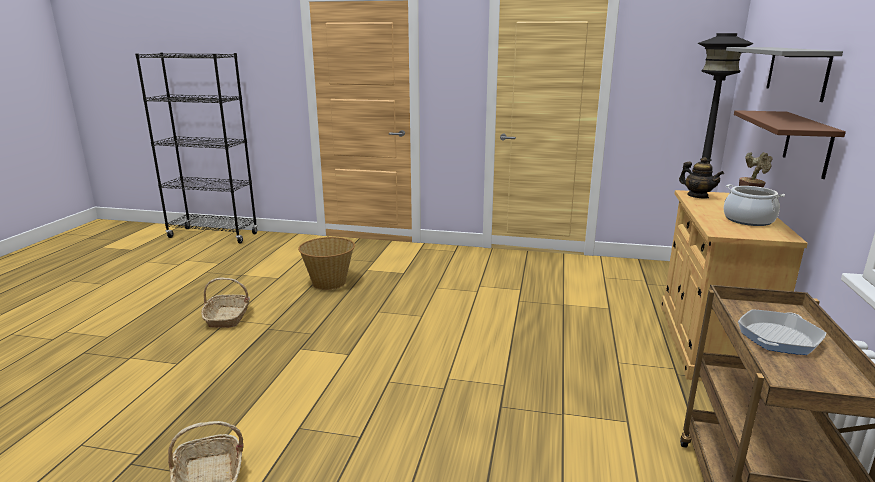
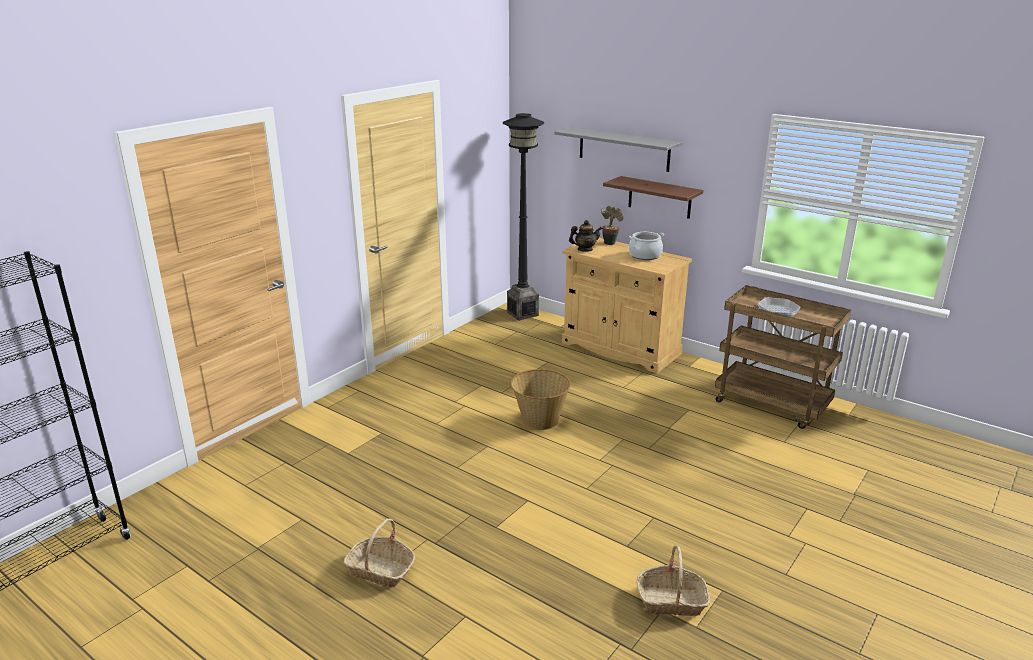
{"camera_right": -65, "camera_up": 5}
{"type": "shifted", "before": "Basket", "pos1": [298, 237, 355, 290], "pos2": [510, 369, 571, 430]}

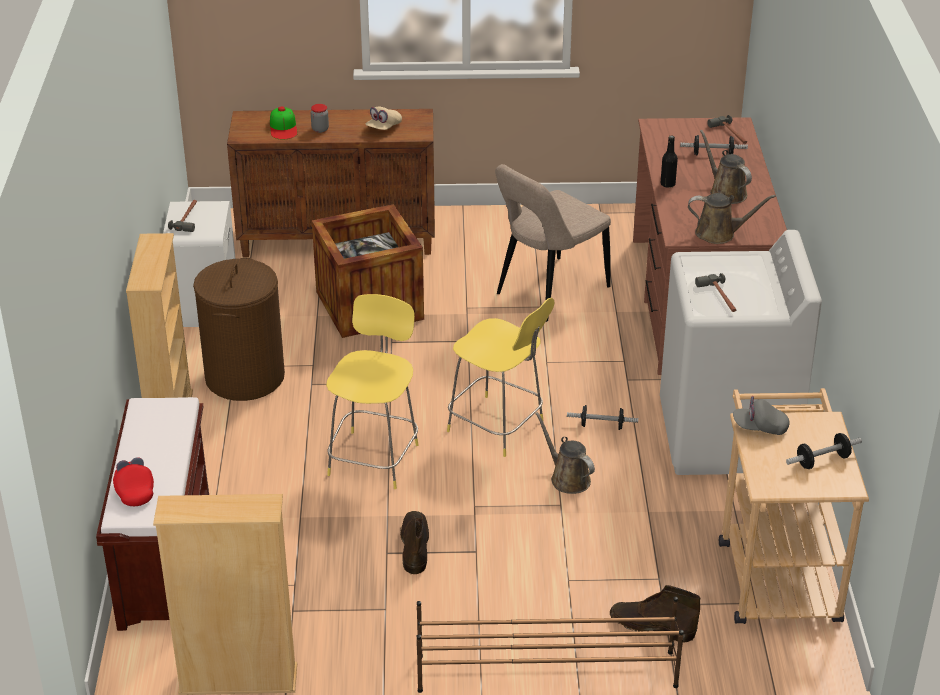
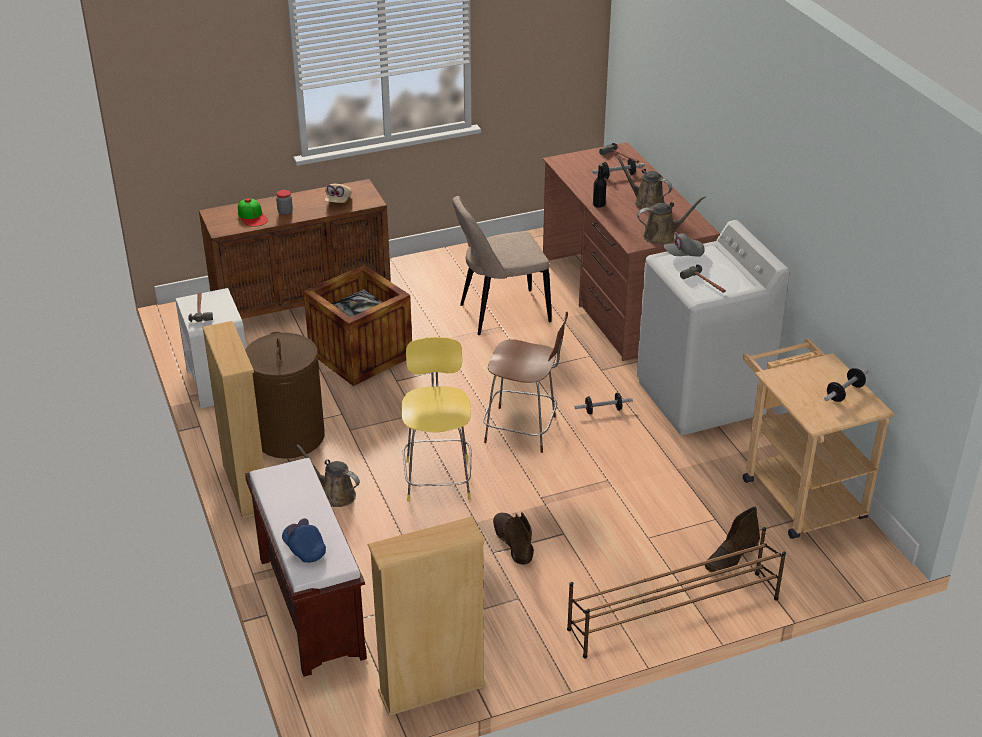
{"camera_right": -20, "camera_up": 0}
{"type": "repainted", "before": "RedCap", "after": "BlueCap", "pos1": [113, 457, 154, 506], "pos2": [282, 518, 326, 563]}
{"type": "shifted", "before": "BrownWateringCan", "pos1": [535, 412, 595, 494], "pos2": [296, 444, 360, 507]}
{"type": "rotated", "before": "BeigeChair", "pos1": [495, 164, 611, 322], "pos2": [453, 196, 552, 335], "turn": 45}
{"type": "repainted", "before": "YellowStool", "after": "BrownStool", "pos1": [447, 298, 555, 457], "pos2": [483, 312, 568, 453]}
{"type": "shifted", "before": "GreyCap", "pos1": [733, 396, 790, 435], "pos2": [664, 232, 705, 257]}
{"type": "rotated", "before": "BrownBoot", "pos1": [610, 585, 700, 642], "pos2": [705, 507, 760, 572], "turn": -45}

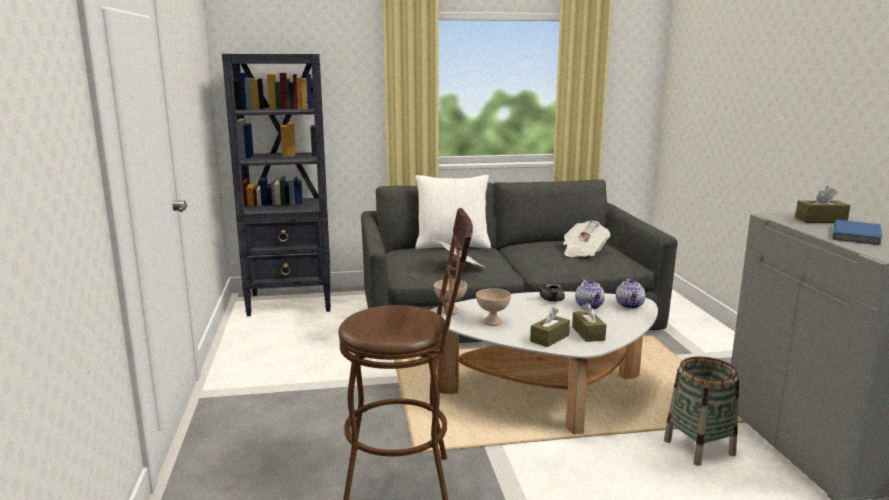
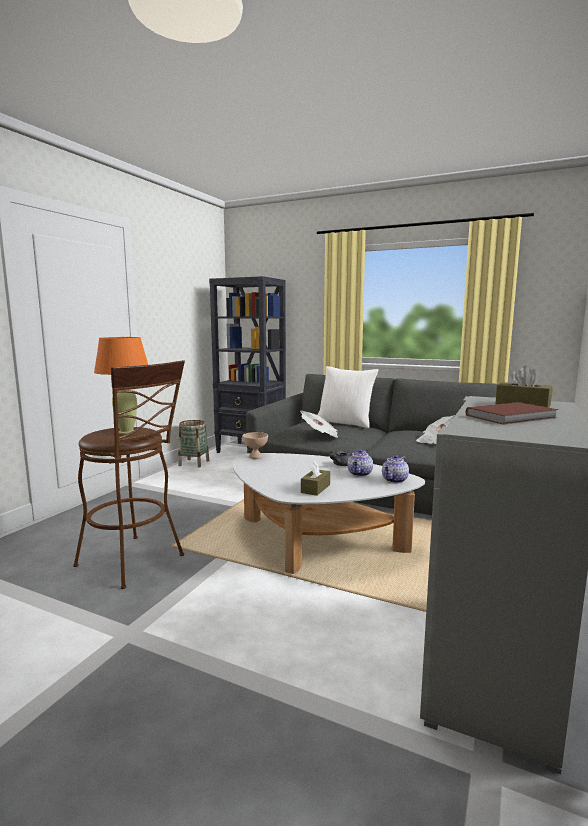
{"camera_right": 35, "camera_up": -5}
{"type": "new", "after": "OrangeTableLamp", "pos2": [94, 337, 148, 434]}
{"type": "shifted", "before": "Basket", "pos1": [664, 357, 739, 466], "pos2": [178, 420, 209, 468]}
{"type": "repainted", "before": "BlueBook", "after": "BrownBook", "pos1": [833, 220, 882, 245], "pos2": [466, 402, 558, 425]}
{"type": "gone", "before": "BeigeBowl", "pos1": [476, 288, 511, 326]}
{"type": "gone", "before": "BrownTissueBox", "pos1": [530, 308, 570, 347]}

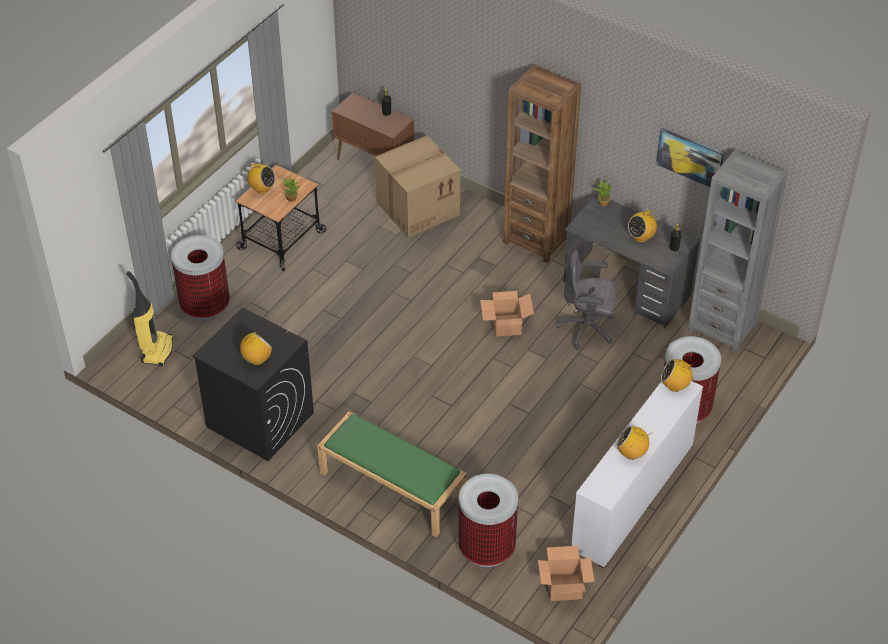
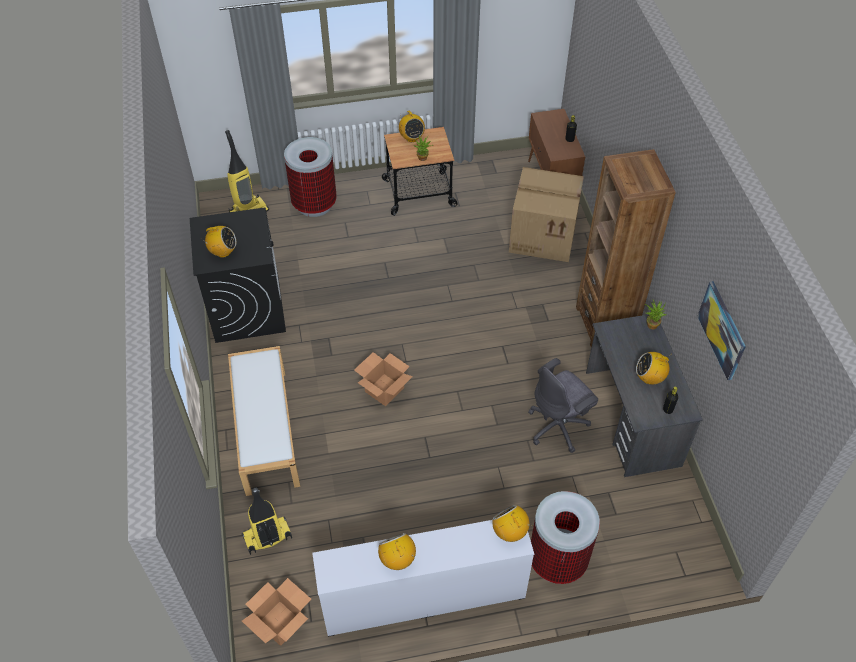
{"camera_right": 45, "camera_up": 5}
{"type": "repainted", "before": "GreenBench", "after": "WhiteBench", "pos1": [317, 411, 467, 537], "pos2": [228, 346, 300, 496]}
{"type": "swapped", "before": "TrashCan", "after": "VacuumCleaner", "pos1": [458, 474, 518, 567], "pos2": [242, 488, 292, 555]}
{"type": "shifted", "before": "CardboardBox", "pos1": [480, 291, 534, 337], "pos2": [354, 352, 413, 406]}
{"type": "rotated", "before": "GreyOfficeChair", "pos1": [556, 250, 617, 350], "pos2": [528, 358, 598, 453], "turn": -90}
{"type": "gone", "before": "GreyBookcase", "pos1": [688, 150, 788, 353]}

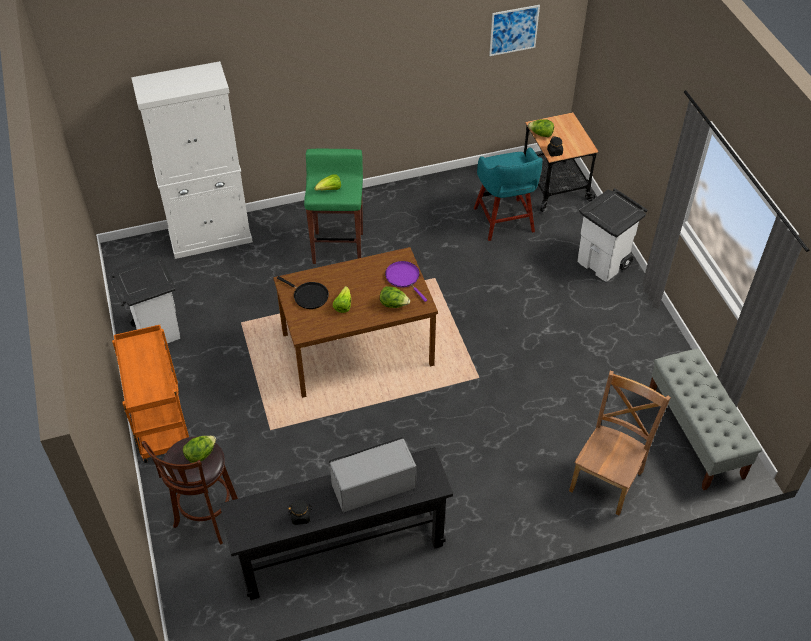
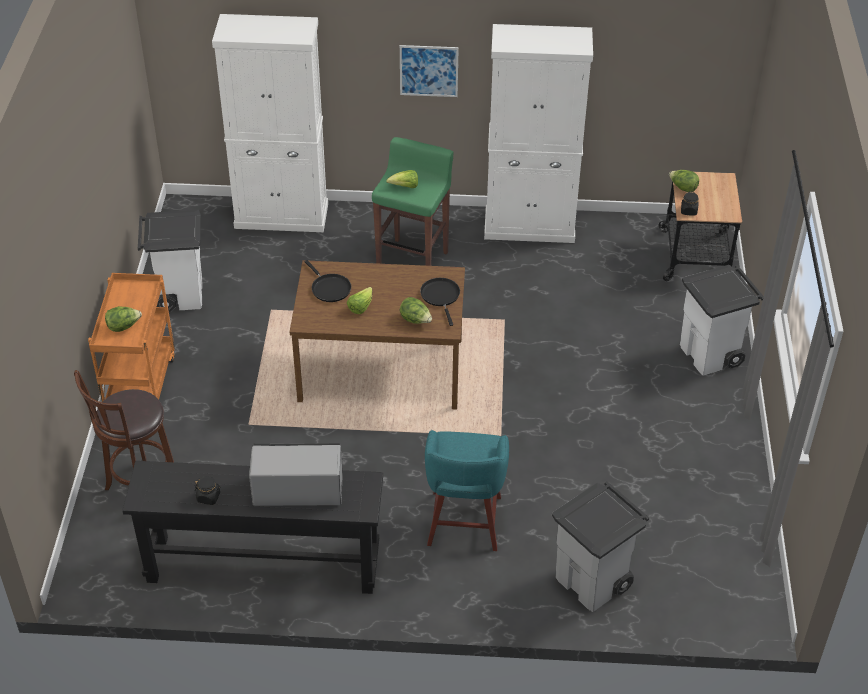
{"camera_right": 20, "camera_up": -5}
{"type": "shifted", "before": "Lettuce", "pos1": [183, 436, 216, 463], "pos2": [105, 306, 142, 332]}
{"type": "shifted", "before": "Picture", "pos1": [489, 5, 540, 56], "pos2": [400, 45, 459, 97]}
{"type": "repainted", "before": "PurpleFryingPan", "after": "BlackFryingPan", "pos1": [385, 261, 427, 302], "pos2": [420, 278, 460, 326]}
{"type": "shifted", "before": "TurquoiseStool", "pos1": [474, 147, 543, 241], "pos2": [425, 430, 509, 551]}
{"type": "new", "after": "WhiteCabinet", "pos2": [484, 24, 593, 243]}
{"type": "swapped", "before": "BrownChair", "after": "GreyTrashCan", "pos1": [569, 371, 671, 515], "pos2": [552, 481, 649, 612]}
{"type": "gone", "before": "GreyBench", "pos1": [649, 349, 762, 491]}

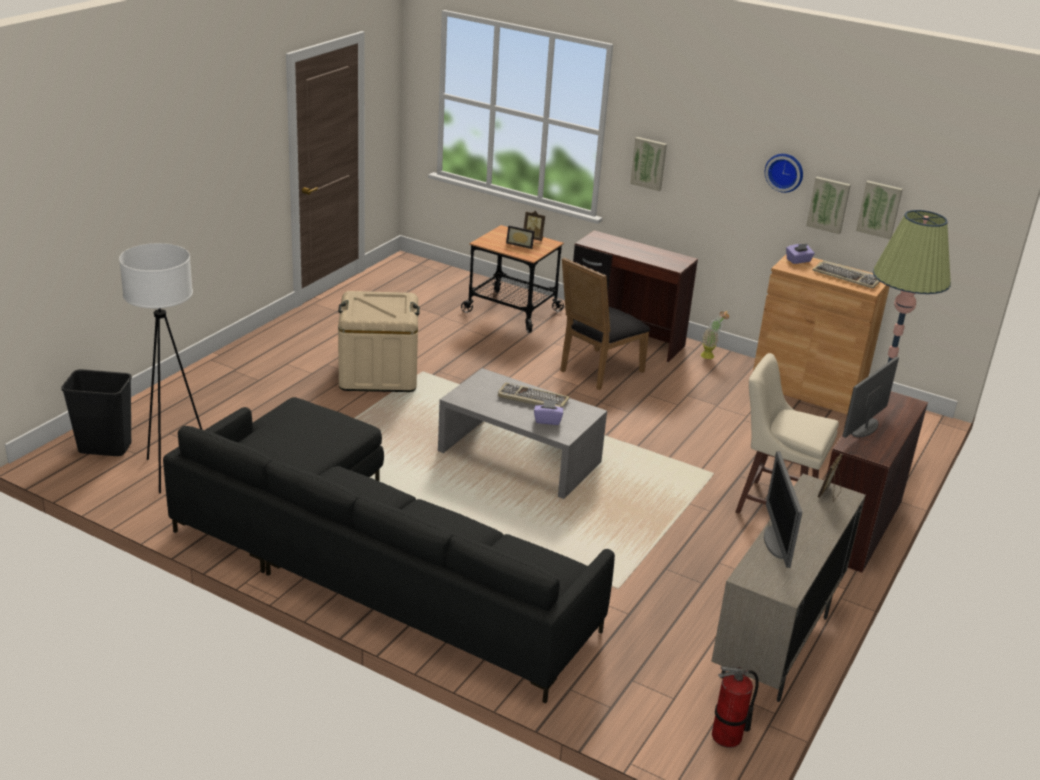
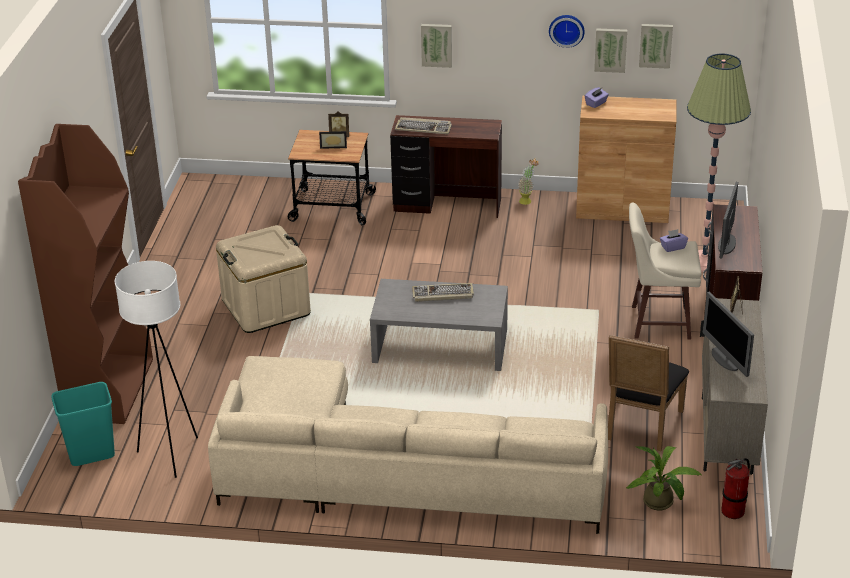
{"camera_right": -20, "camera_up": 5}
{"type": "new", "after": "BrownBookcase", "pos2": [18, 124, 153, 424]}
{"type": "repainted", "before": "BlackTrashCan", "after": "TurquoiseTrashCan", "pos1": [61, 369, 132, 456], "pos2": [51, 382, 115, 466]}
{"type": "repainted", "before": "BlackSofa", "after": "BeigeSofa", "pos1": [163, 397, 615, 704], "pos2": [208, 356, 608, 534]}
{"type": "shifted", "before": "Keyboard", "pos1": [813, 260, 880, 288], "pos2": [395, 117, 452, 134]}
{"type": "shifted", "before": "BlackChair", "pos1": [560, 257, 650, 390], "pos2": [608, 335, 689, 451]}
{"type": "new", "after": "PottedPlant", "pos2": [626, 446, 702, 510]}
{"type": "shifted", "before": "PurpleTissueBox", "pos1": [534, 399, 563, 425], "pos2": [660, 229, 688, 252]}

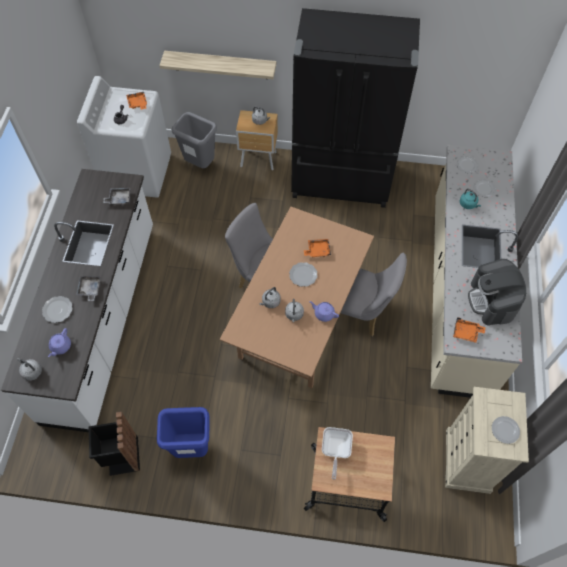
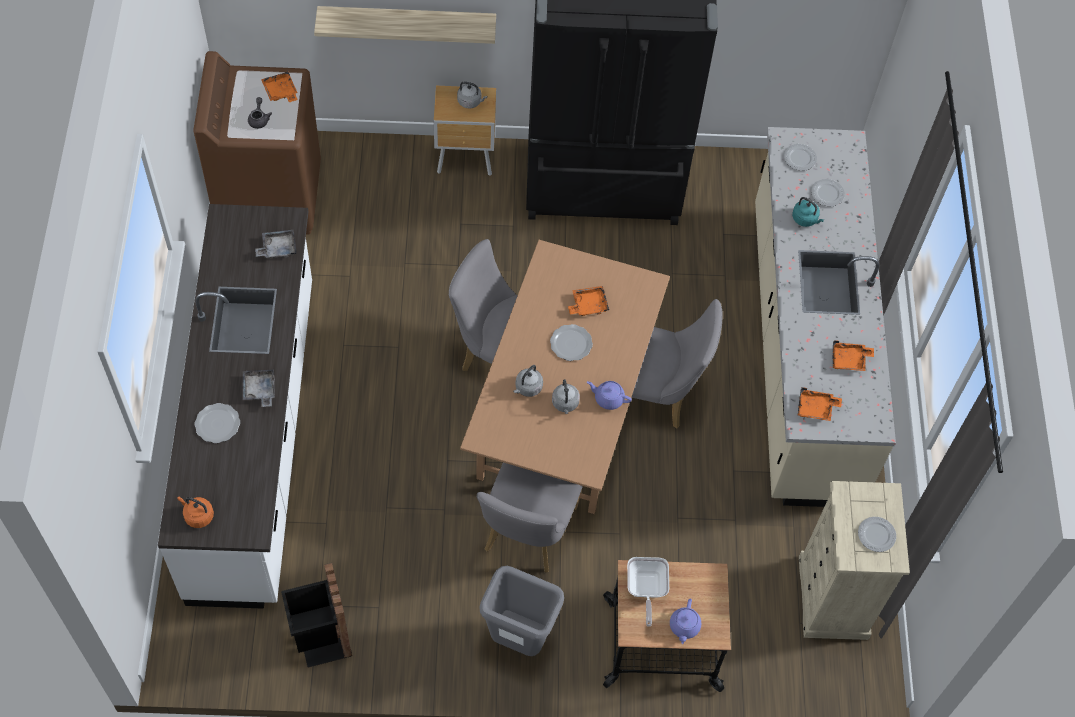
{"camera_right": -10, "camera_up": 0}
{"type": "repainted", "before": "GreyKettle", "after": "OrangeKettle", "pos1": [17, 358, 42, 381], "pos2": [177, 496, 214, 528]}
{"type": "repainted", "before": "WhiteWashingMachine", "after": "BrownWashingMachine", "pos1": [77, 76, 171, 198], "pos2": [193, 51, 321, 235]}
{"type": "new", "after": "GreyChair", "pos2": [477, 462, 583, 572]}
{"type": "shifted", "before": "GreyTrashCan", "pos1": [172, 112, 217, 168], "pos2": [479, 566, 564, 656]}
{"type": "shifted", "before": "PurpleTeapot", "pos1": [48, 328, 71, 357], "pos2": [670, 599, 701, 644]}
{"type": "swapped", "before": "CoffeeMachine", "after": "OrangeTray", "pos1": [468, 259, 526, 326], "pos2": [833, 340, 874, 371]}
{"type": "gone", "before": "BlueTrashCan", "pos1": [157, 407, 210, 458]}

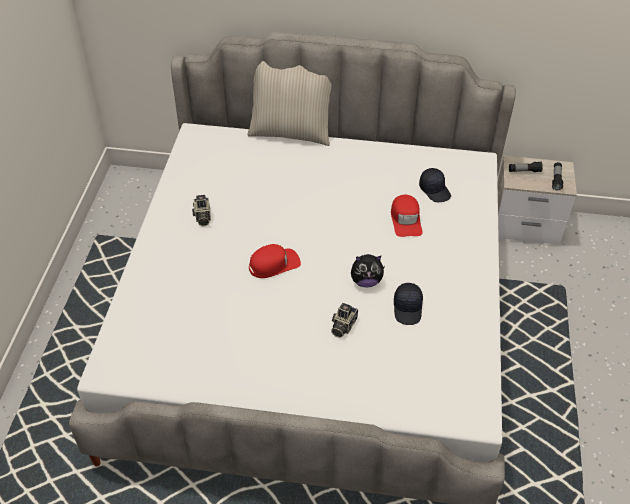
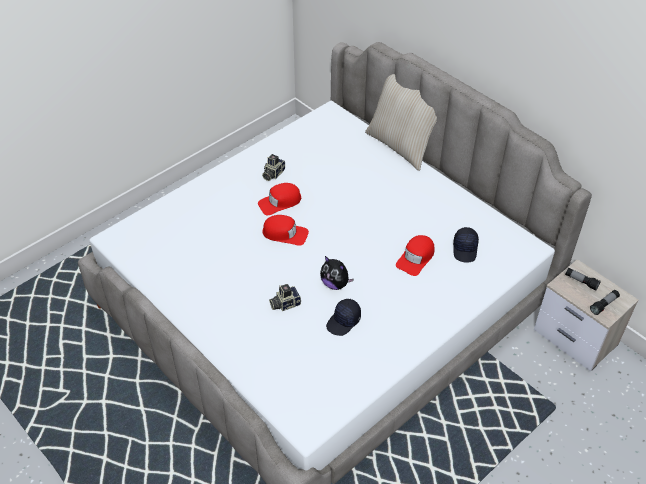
{"camera_right": 40, "camera_up": 0}
{"type": "new", "after": "RedCap", "pos2": [258, 183, 301, 215]}

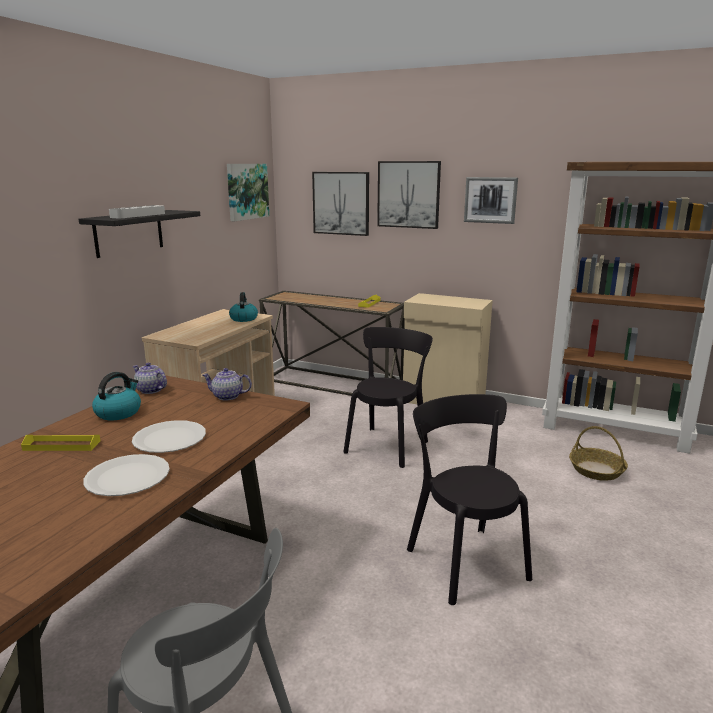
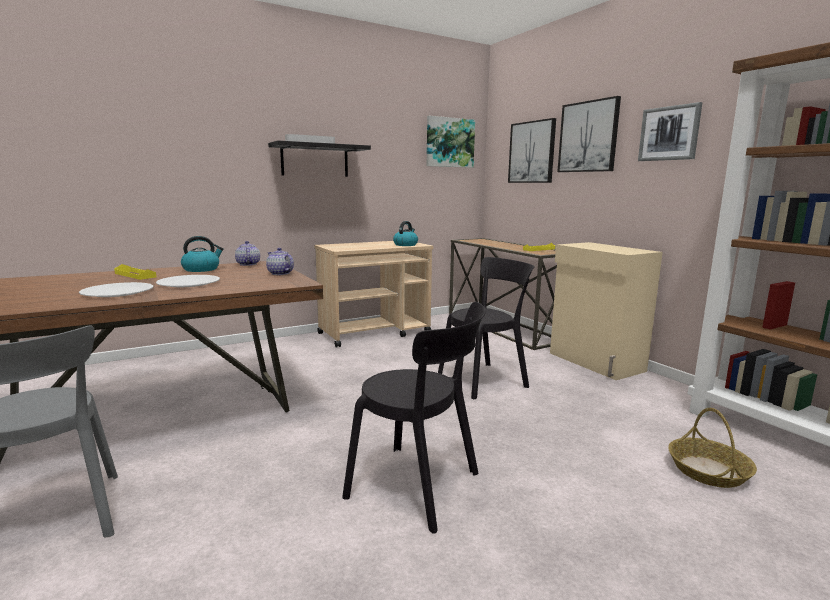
{"camera_right": 35, "camera_up": -5}
{"type": "rotated", "before": "BlackChair", "pos1": [407, 394, 532, 605], "pos2": [342, 302, 486, 534], "turn": 105}

